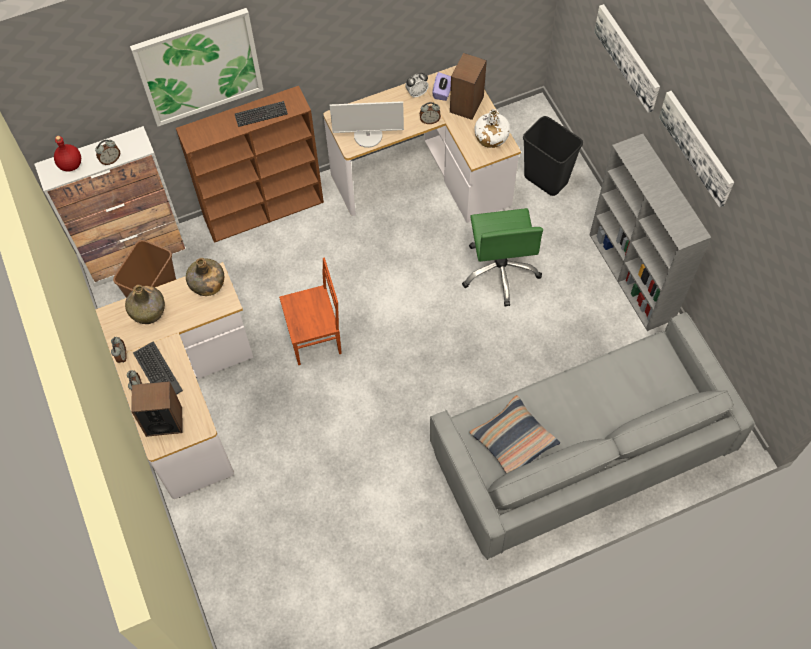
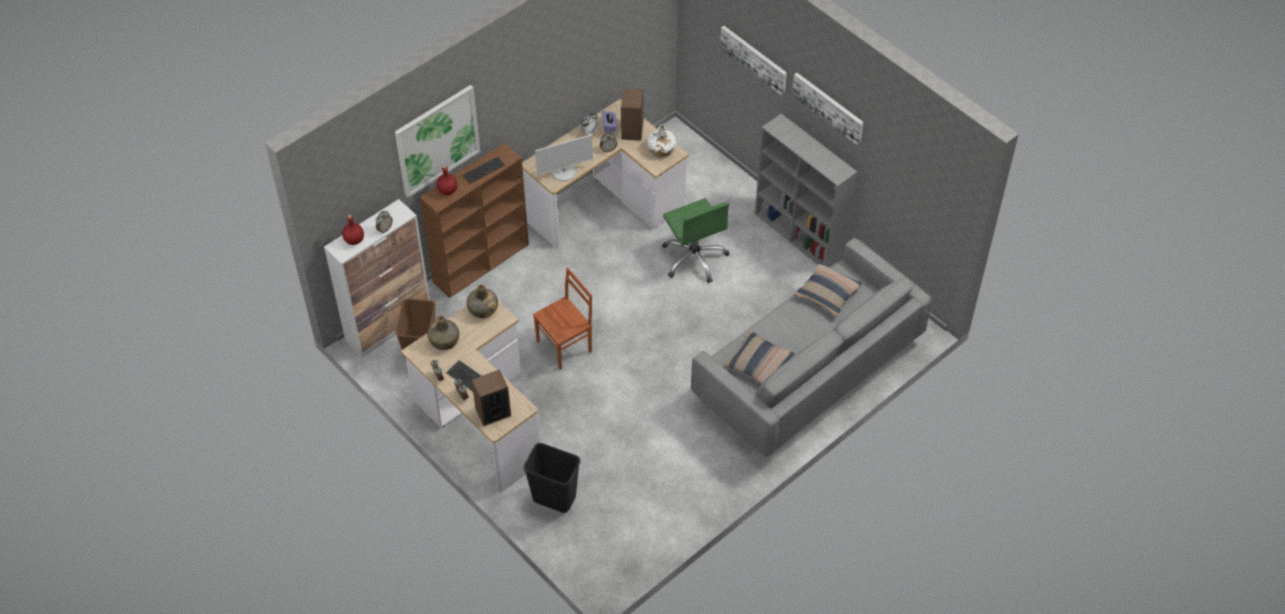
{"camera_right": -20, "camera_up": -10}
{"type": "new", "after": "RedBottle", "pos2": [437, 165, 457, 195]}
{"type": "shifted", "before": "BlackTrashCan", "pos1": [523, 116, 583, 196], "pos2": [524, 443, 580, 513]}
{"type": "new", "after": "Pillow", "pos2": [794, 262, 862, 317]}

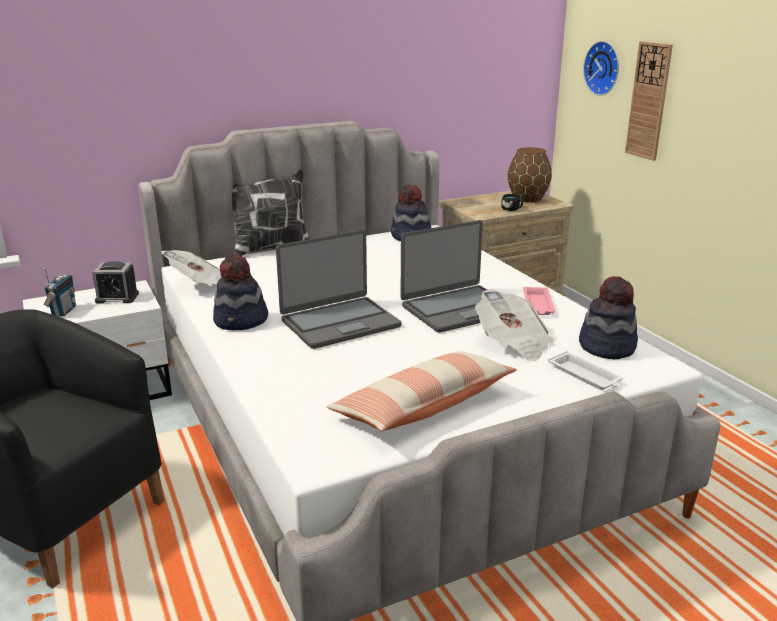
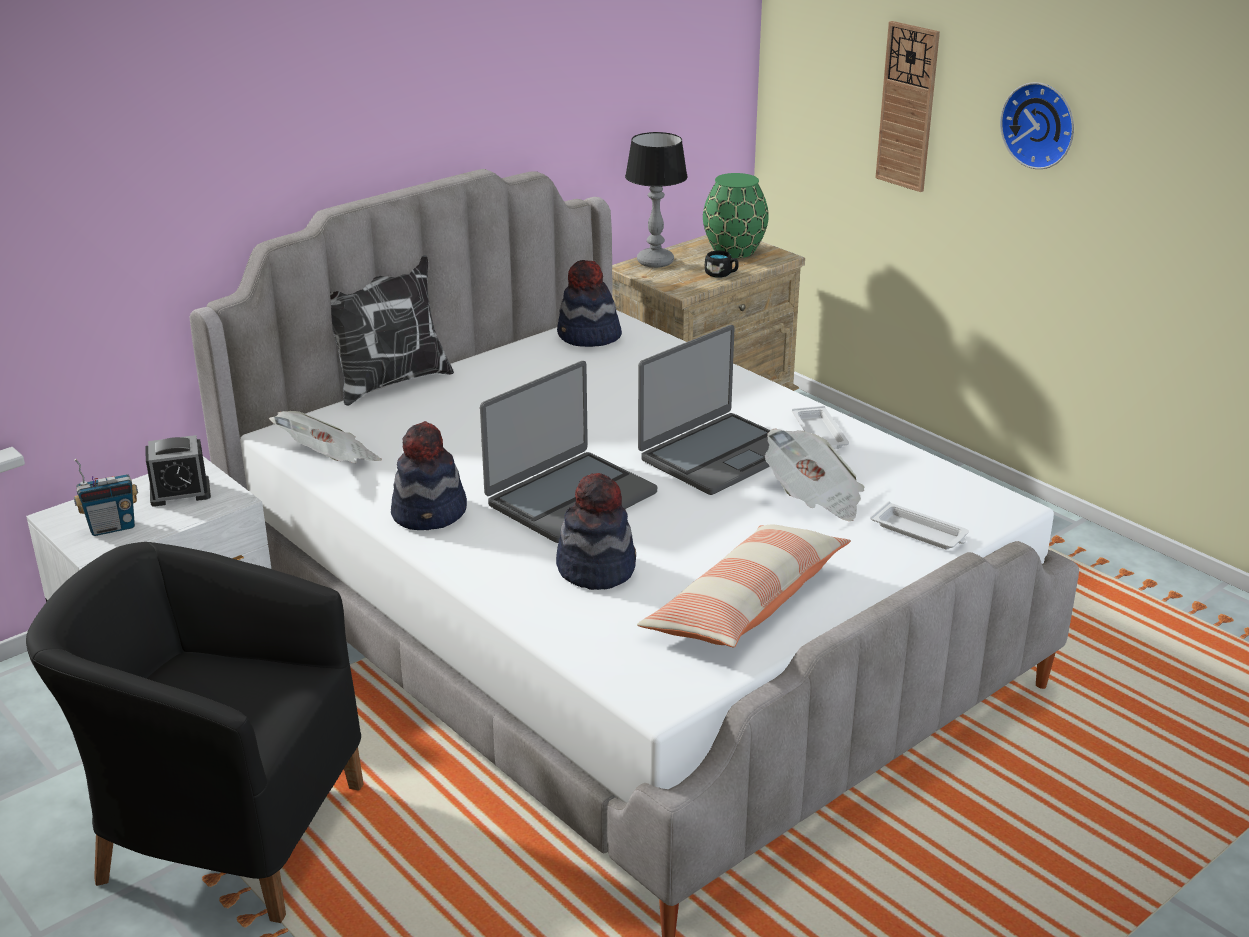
{"camera_right": -15, "camera_up": 5}
{"type": "rotated", "before": "Radio", "pos1": [44, 268, 76, 317], "pos2": [74, 459, 138, 536], "turn": 75}
{"type": "shifted", "before": "Hat", "pos1": [579, 276, 638, 359], "pos2": [556, 473, 636, 590]}
{"type": "new", "after": "TableLamp", "pos2": [625, 132, 688, 268]}
{"type": "repainted", "before": "BrownVase", "after": "GreenVase", "pos1": [508, 147, 552, 203], "pos2": [703, 173, 769, 258]}
{"type": "repainted", "before": "PinkTray", "after": "WhiteTray", "pos1": [523, 287, 555, 315], "pos2": [792, 406, 849, 449]}
{"type": "shifted", "before": "WallClock", "pos1": [583, 41, 619, 96], "pos2": [1000, 82, 1074, 169]}

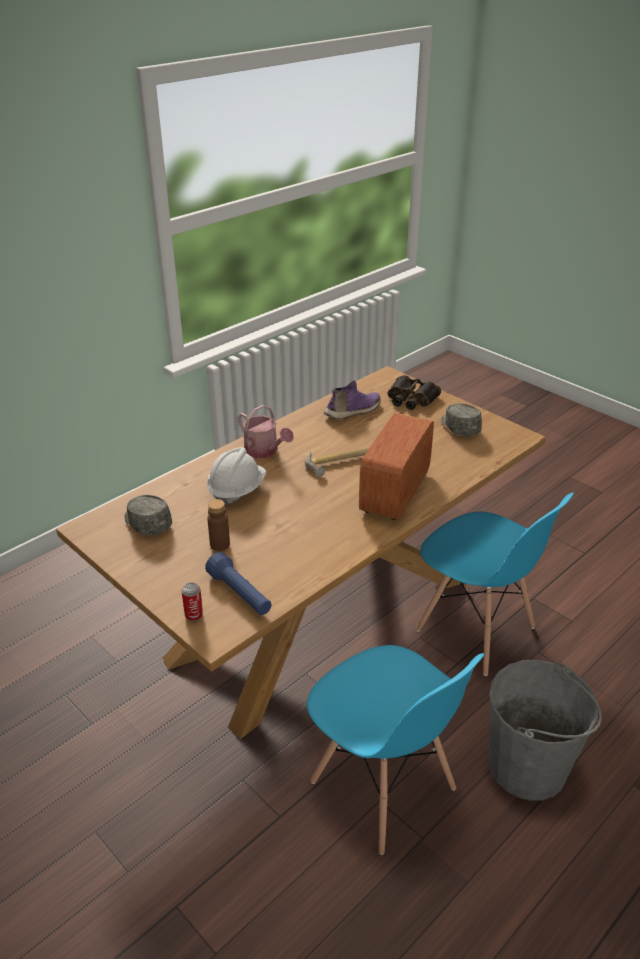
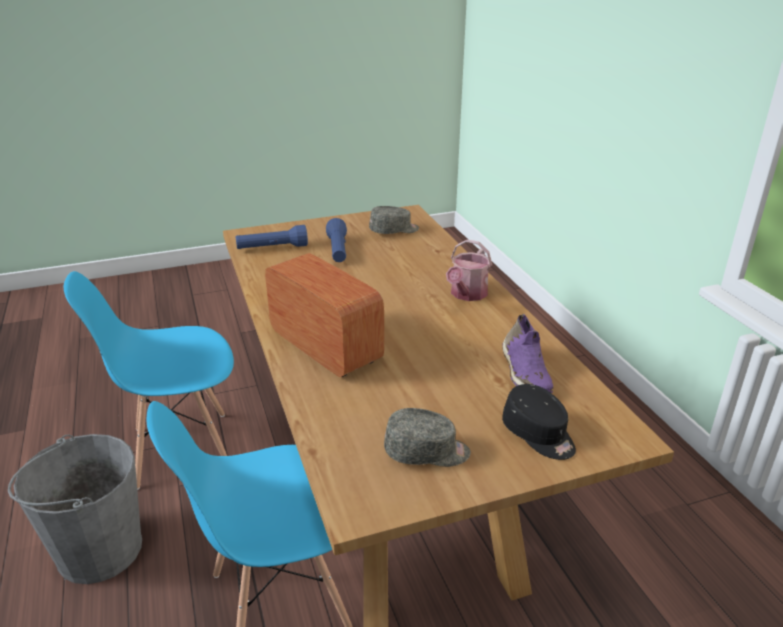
{"camera_right": 115, "camera_up": -5}
{"type": "swapped", "before": "BrownBottle", "after": "BlueFlashlight", "pos1": [207, 499, 230, 551], "pos2": [326, 218, 347, 262]}
{"type": "rotated", "before": "WateringCan", "pos1": [238, 405, 294, 458], "pos2": [446, 240, 492, 301], "turn": -45}
{"type": "swapped", "before": "Binoculars", "after": "BlackCap", "pos1": [388, 375, 441, 410], "pos2": [502, 384, 576, 460]}
{"type": "gone", "before": "Can", "pos1": [182, 583, 203, 621]}
{"type": "gone", "before": "WhiteHardHat", "pos1": [207, 447, 266, 504]}
{"type": "gone", "before": "Hammer", "pos1": [305, 447, 370, 477]}

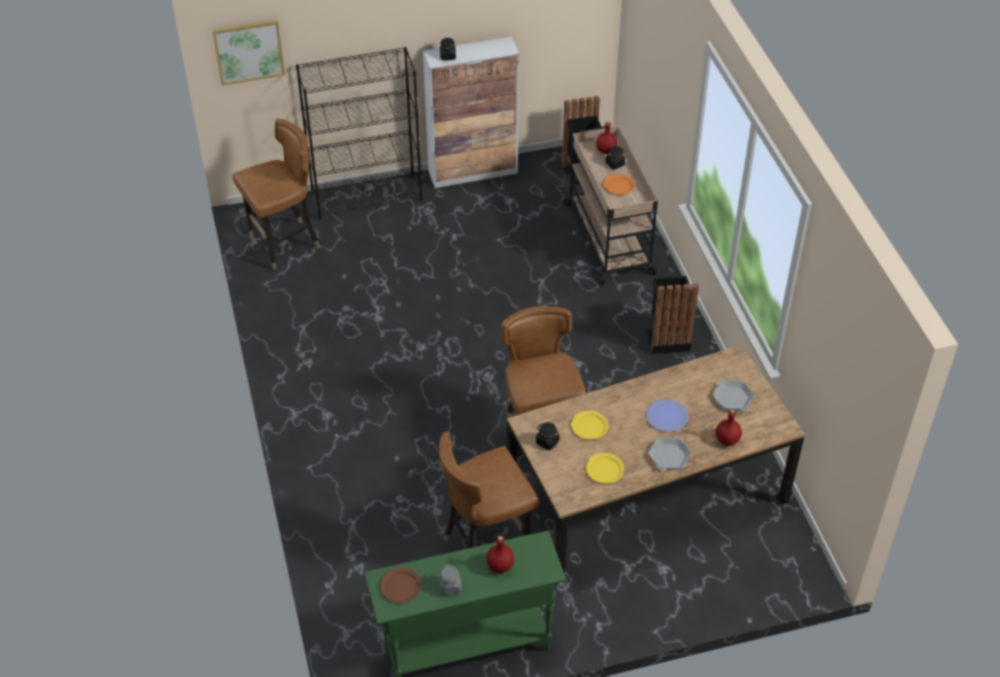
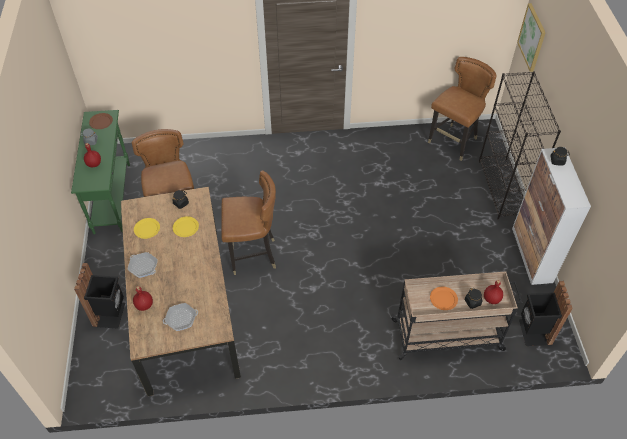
{"camera_right": 100, "camera_up": 5}
{"type": "shifted", "before": "BlackTrashCan", "pos1": [646, 276, 699, 354], "pos2": [74, 263, 125, 329]}
{"type": "rotated", "before": "BrownChair", "pos1": [232, 119, 320, 270], "pos2": [428, 57, 496, 161], "turn": -120}
{"type": "gone", "before": "Plate", "pos1": [646, 399, 689, 432]}

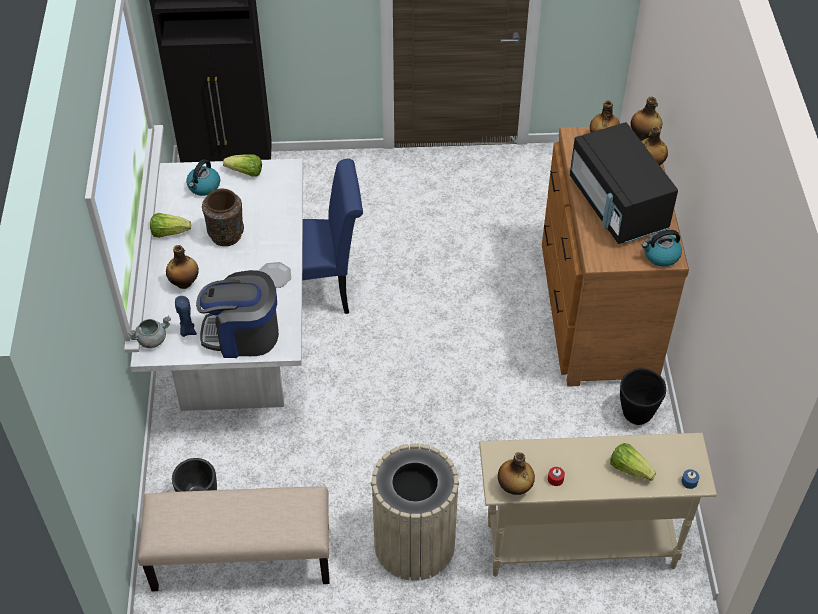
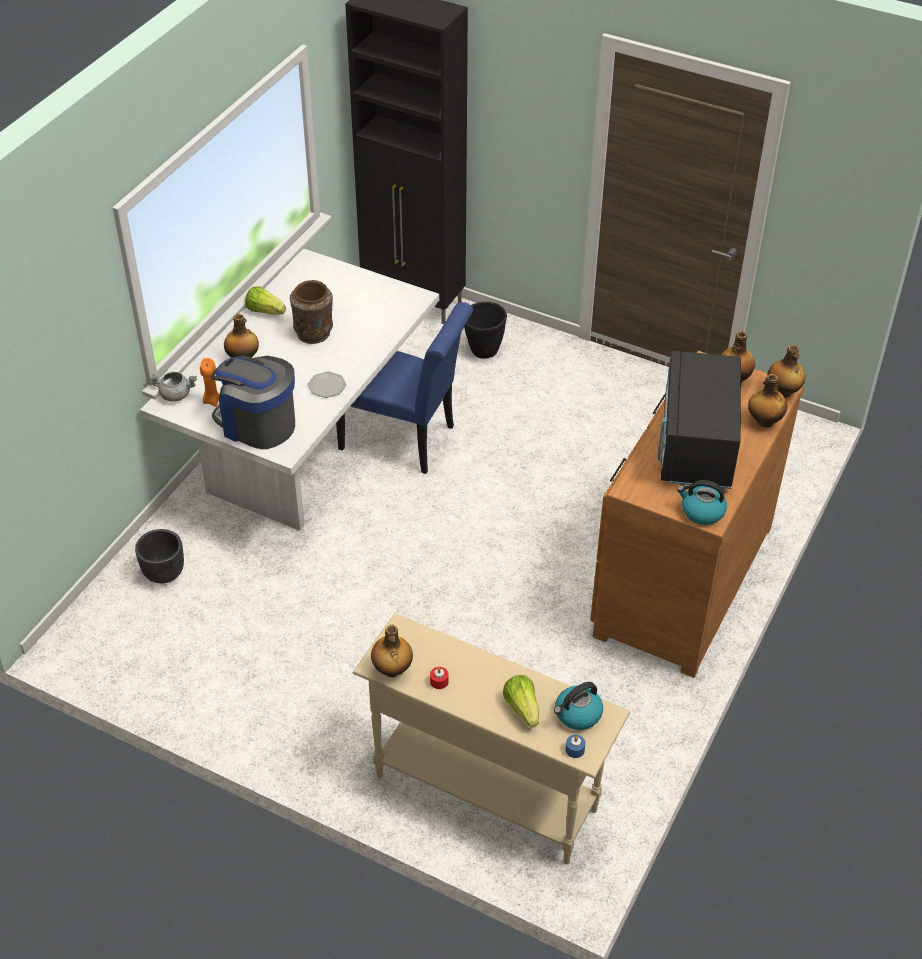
{"camera_right": 30, "camera_up": -5}
{"type": "repainted", "before": "BlueCandle", "after": "OrangeCandle", "pos1": [175, 296, 197, 337], "pos2": [200, 358, 219, 407]}
{"type": "shifted", "before": "BlackPlanter", "pos1": [620, 368, 666, 425], "pos2": [464, 302, 507, 359]}
{"type": "shifted", "before": "Kettle", "pos1": [186, 159, 220, 196], "pos2": [554, 682, 603, 730]}
{"type": "gone", "before": "BeigeBench", "pos1": [138, 486, 329, 591]}
{"type": "gone", "before": "Lettuce", "pos1": [223, 154, 262, 177]}
{"type": "gone", "before": "BeigeTrashCan", "pos1": [371, 443, 459, 581]}

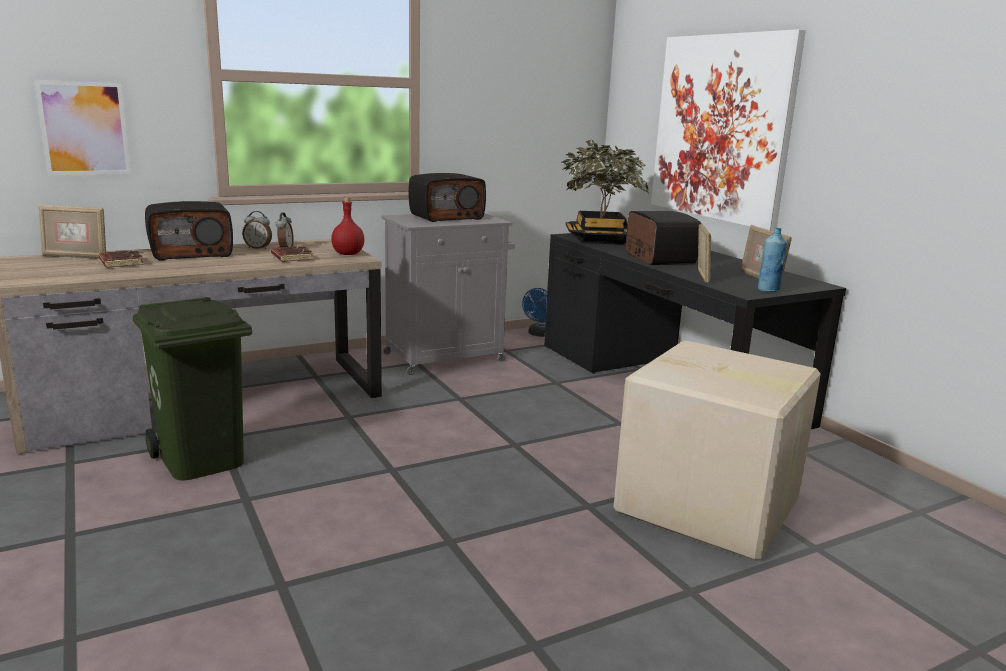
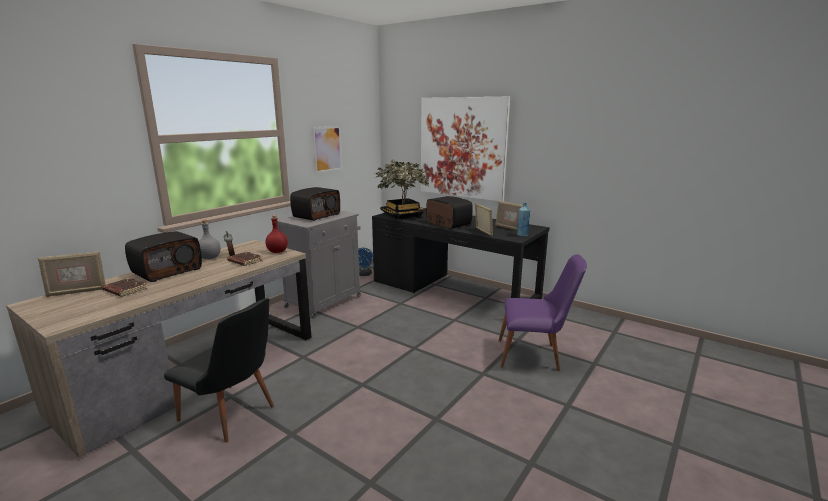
{"camera_right": -25, "camera_up": 0}
{"type": "swapped", "before": "GreenTrashCan", "after": "BlackChair", "pos1": [133, 297, 252, 480], "pos2": [164, 298, 274, 443]}
{"type": "swapped", "before": "AlarmClock", "after": "GreyBottle", "pos1": [242, 211, 272, 249], "pos2": [199, 220, 221, 259]}
{"type": "shifted", "before": "Picture", "pos1": [34, 80, 131, 175], "pos2": [312, 126, 342, 173]}
{"type": "swapped", "before": "CardboardBox", "after": "PurpleChair", "pos1": [614, 340, 821, 561], "pos2": [499, 254, 587, 371]}

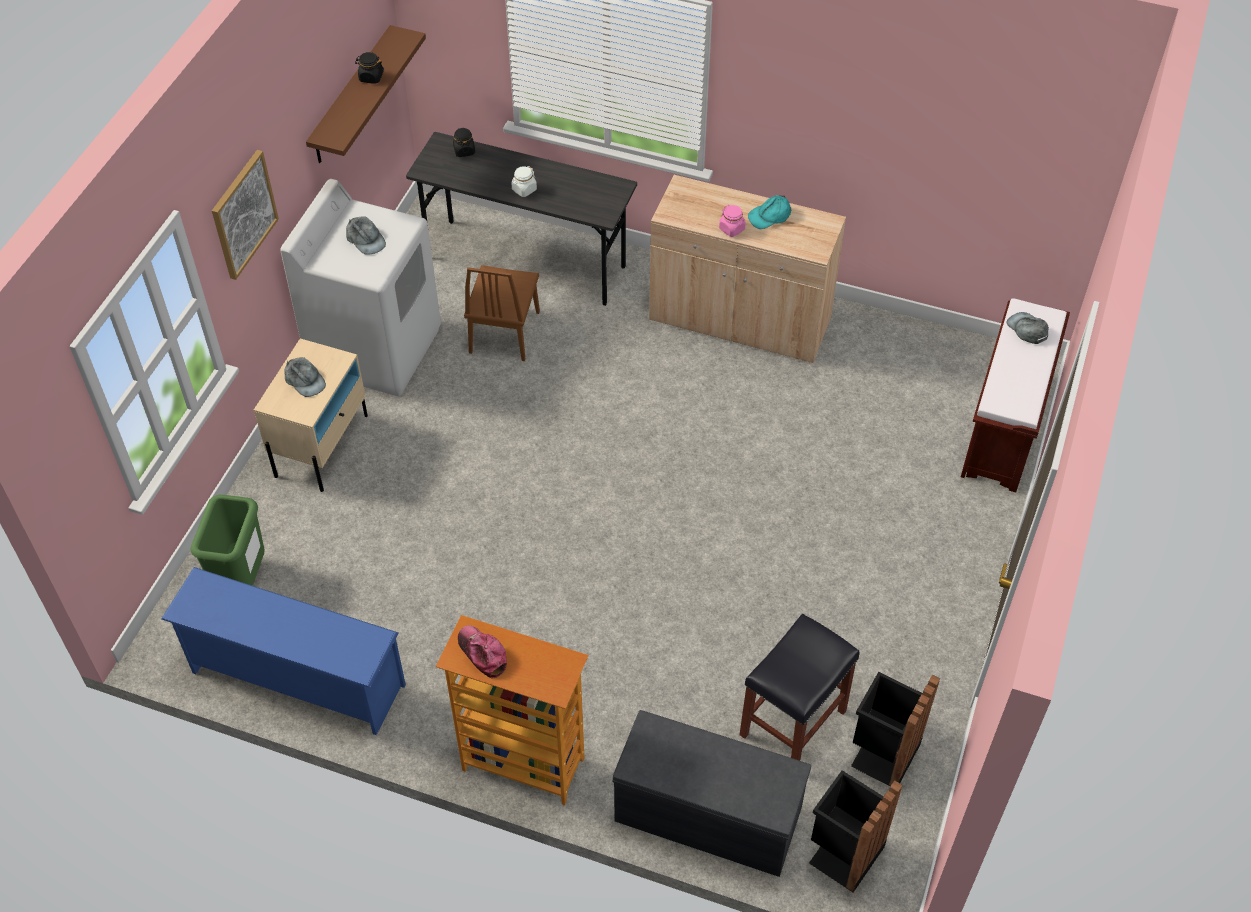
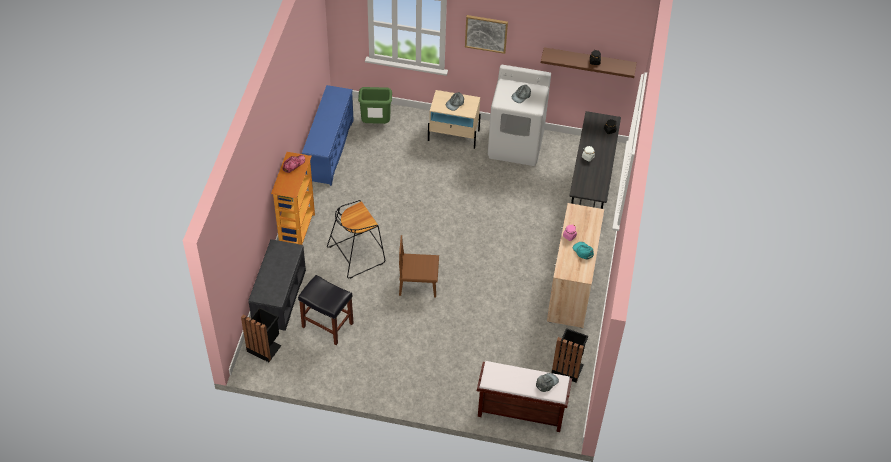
{"camera_right": 80, "camera_up": 0}
{"type": "new", "after": "BlackStool", "pos2": [327, 200, 385, 279]}
{"type": "shifted", "before": "BrownChair", "pos1": [464, 265, 540, 361], "pos2": [399, 235, 439, 298]}
{"type": "shifted", "before": "BlackTrashCan", "pos1": [851, 672, 940, 786], "pos2": [551, 328, 588, 382]}

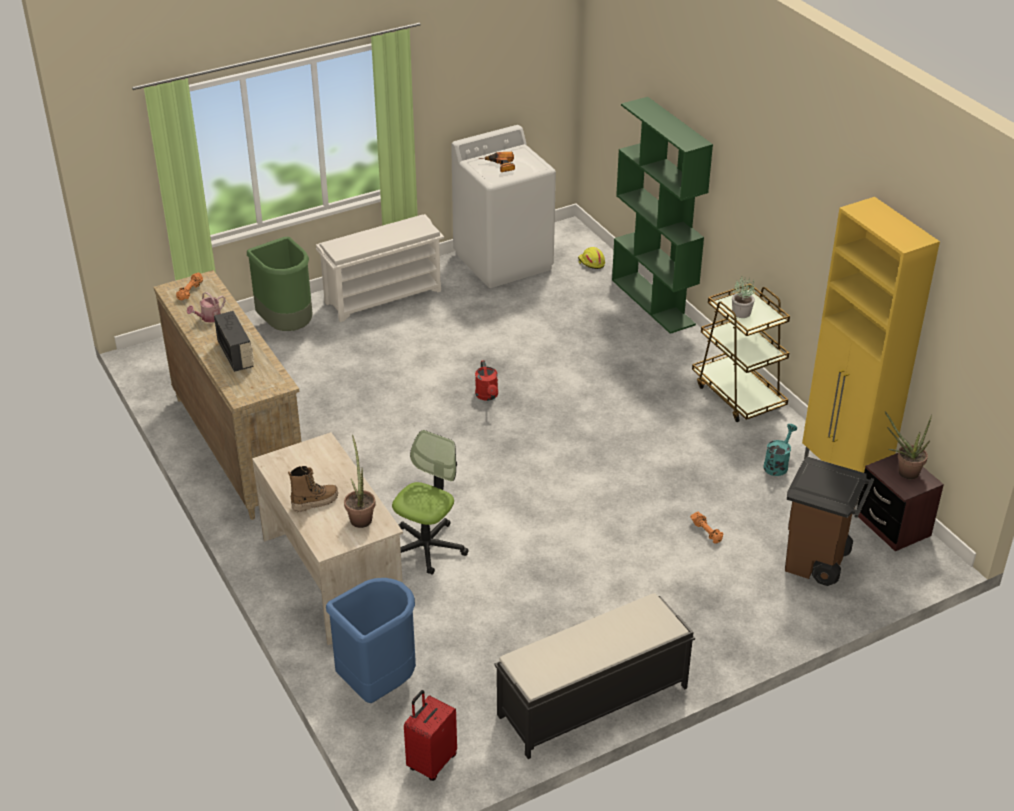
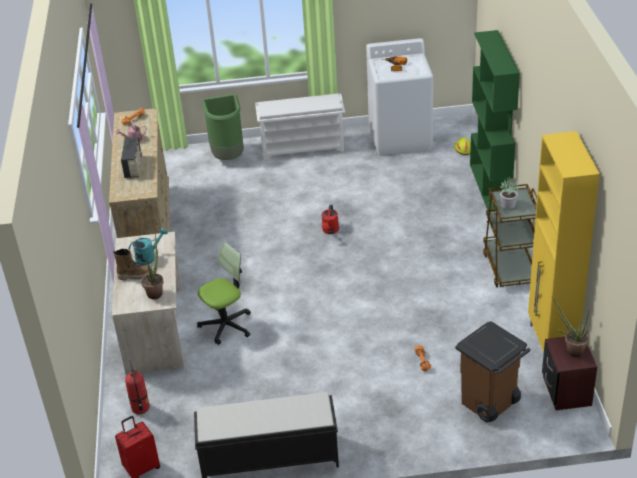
{"camera_right": 25, "camera_up": 0}
{"type": "swapped", "before": "BlueTrashCan", "after": "FireExtinguisher", "pos1": [326, 578, 416, 703], "pos2": [125, 360, 150, 414]}
{"type": "shifted", "before": "TurquoiseWateringCan", "pos1": [763, 424, 797, 476], "pos2": [129, 228, 168, 265]}

